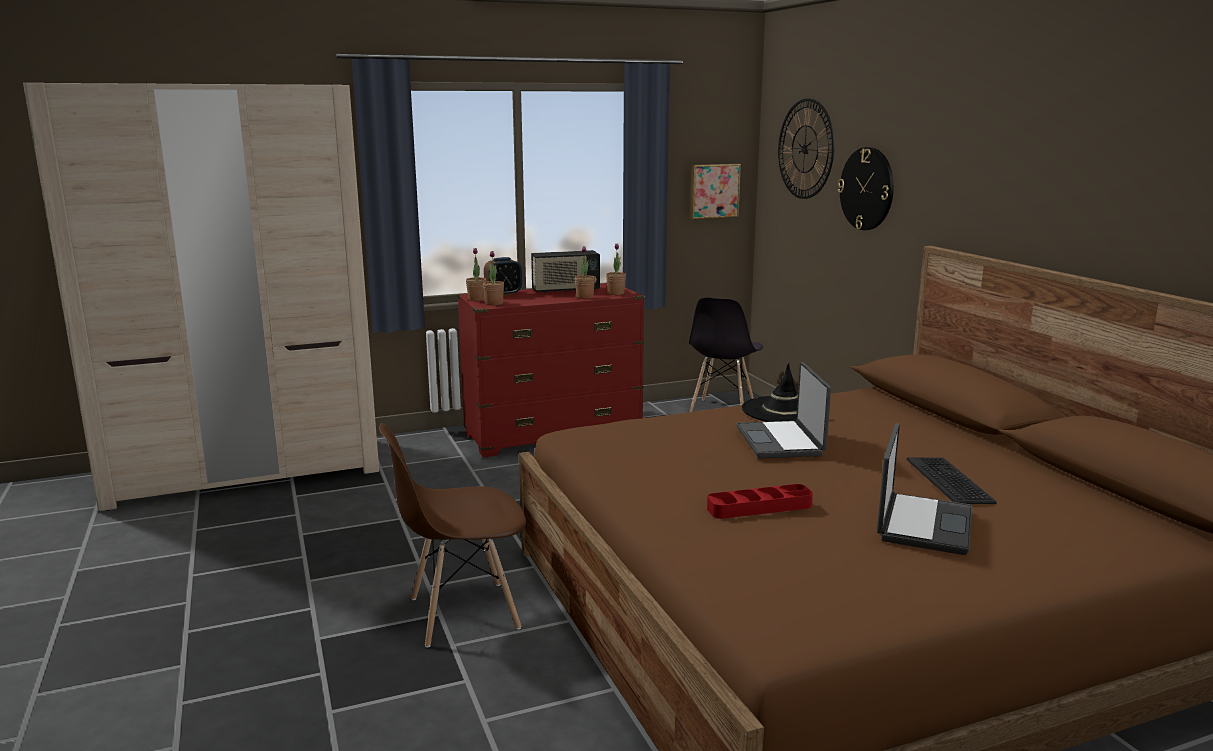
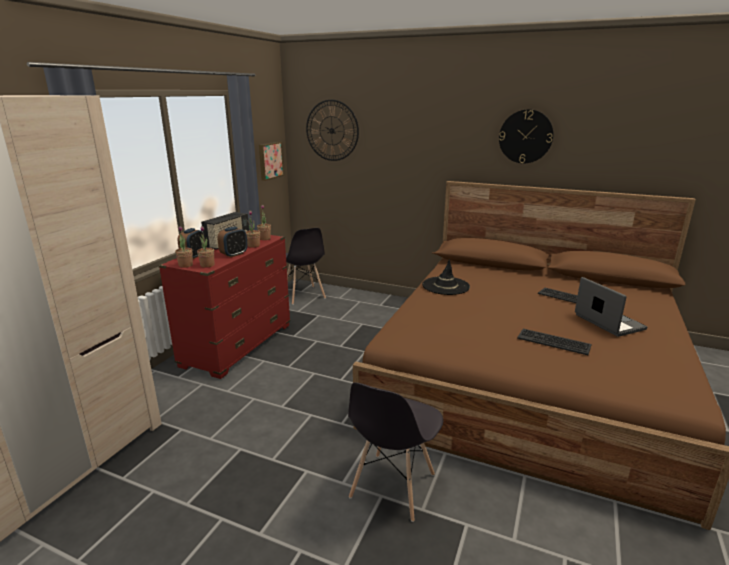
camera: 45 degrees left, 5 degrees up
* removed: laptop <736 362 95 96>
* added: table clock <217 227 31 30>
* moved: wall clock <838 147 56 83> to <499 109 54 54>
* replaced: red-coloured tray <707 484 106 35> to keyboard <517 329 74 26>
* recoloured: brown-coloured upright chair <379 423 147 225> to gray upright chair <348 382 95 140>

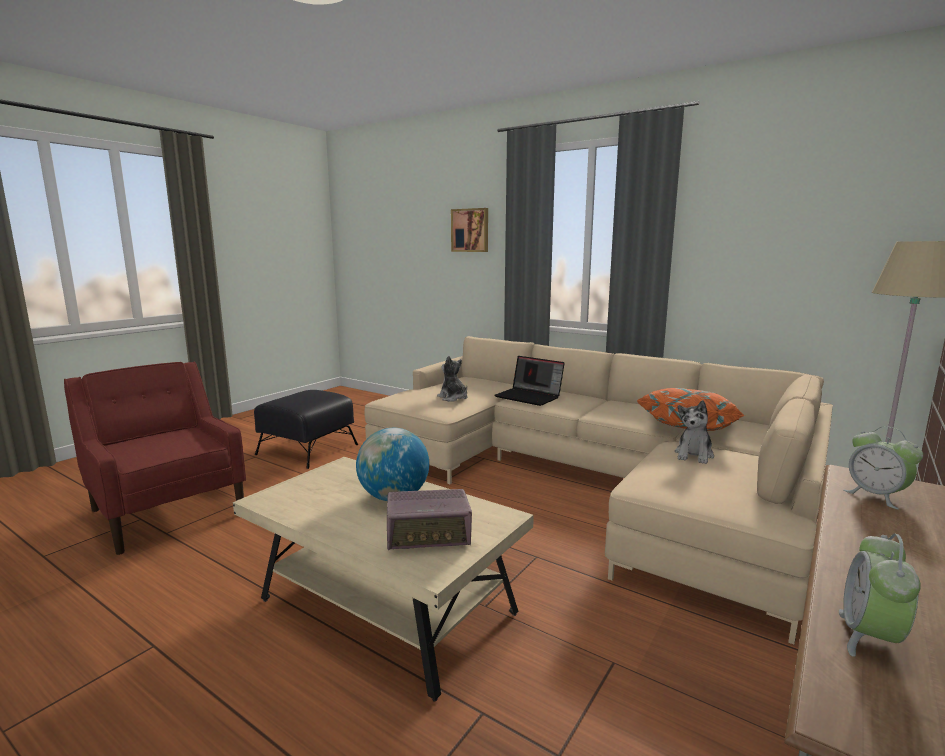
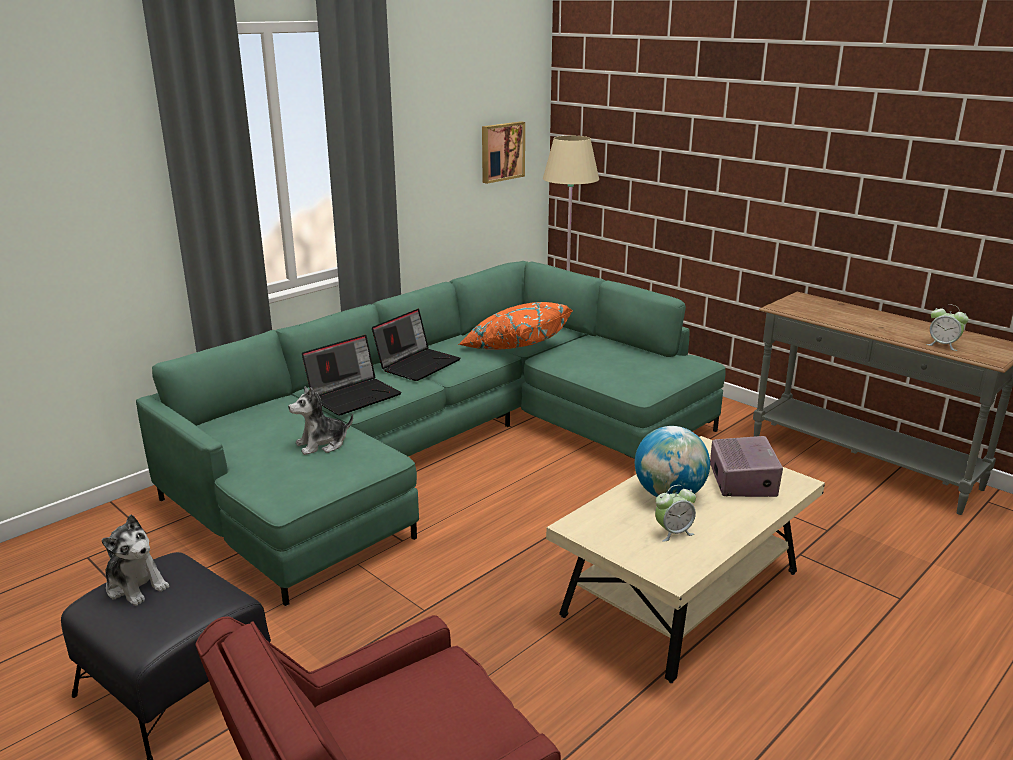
camera: 80 degrees left, 10 degrees up
* added: laptop <372 309 89 72>
* moved: wall picture <451 208 37 44> to <482 121 43 63>
* moved: plush toy <675 400 39 64> to <102 514 67 92>
* moved: table clock <843 426 80 84> to <655 485 41 57>
* recoloured: sand-coloured settee <364 336 469 308> to green settee <136 261 589 345>

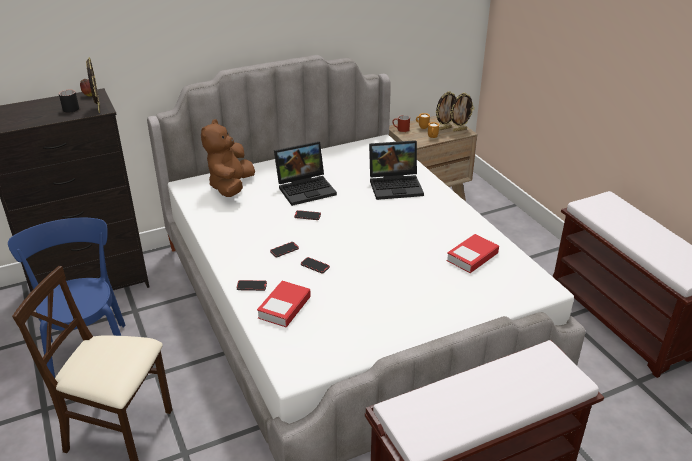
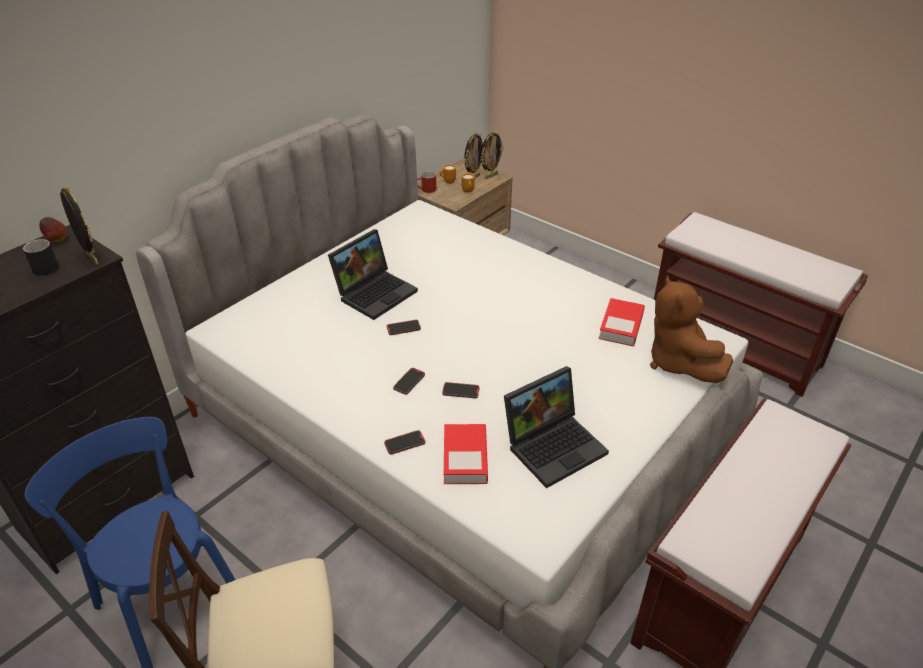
camera: 25 degrees left, 5 degrees up
* moved: brown-coloured plush toy <201 119 54 78> to <650 275 83 108>
* moved: laptop <369 140 55 60> to <504 366 105 122>

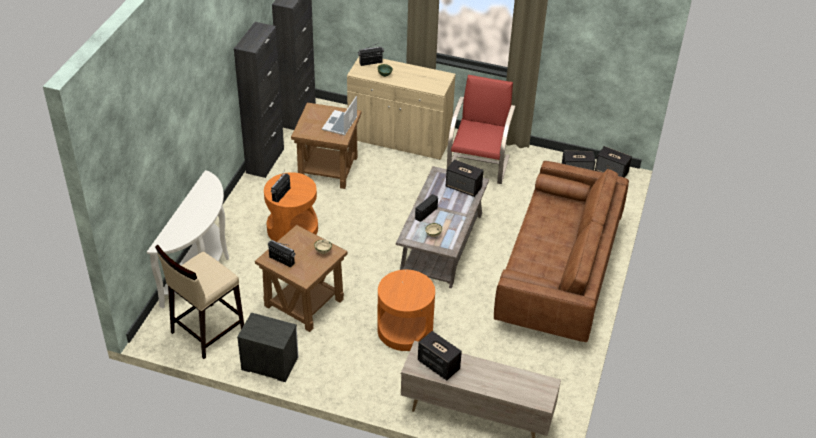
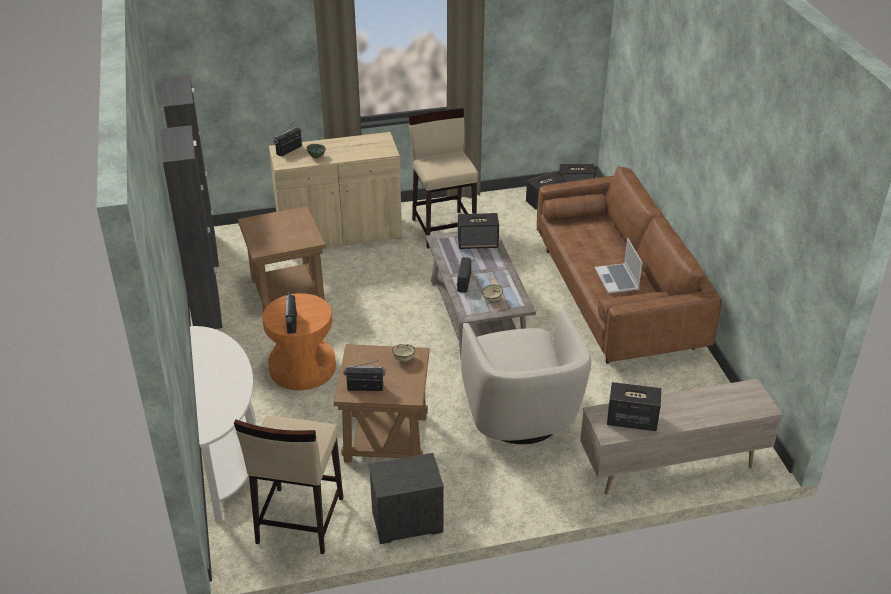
camera: 30 degrees left, 5 degrees down
* moved: laptop <322 96 35 39> to <595 238 47 56>
* replaced: orangey accent table <377 270 58 81> to sand-coloured armchair <461 309 130 135>
* replaced: red-coloured armchair <447 75 68 109> to sand-coloured sitting stool <409 108 69 141>

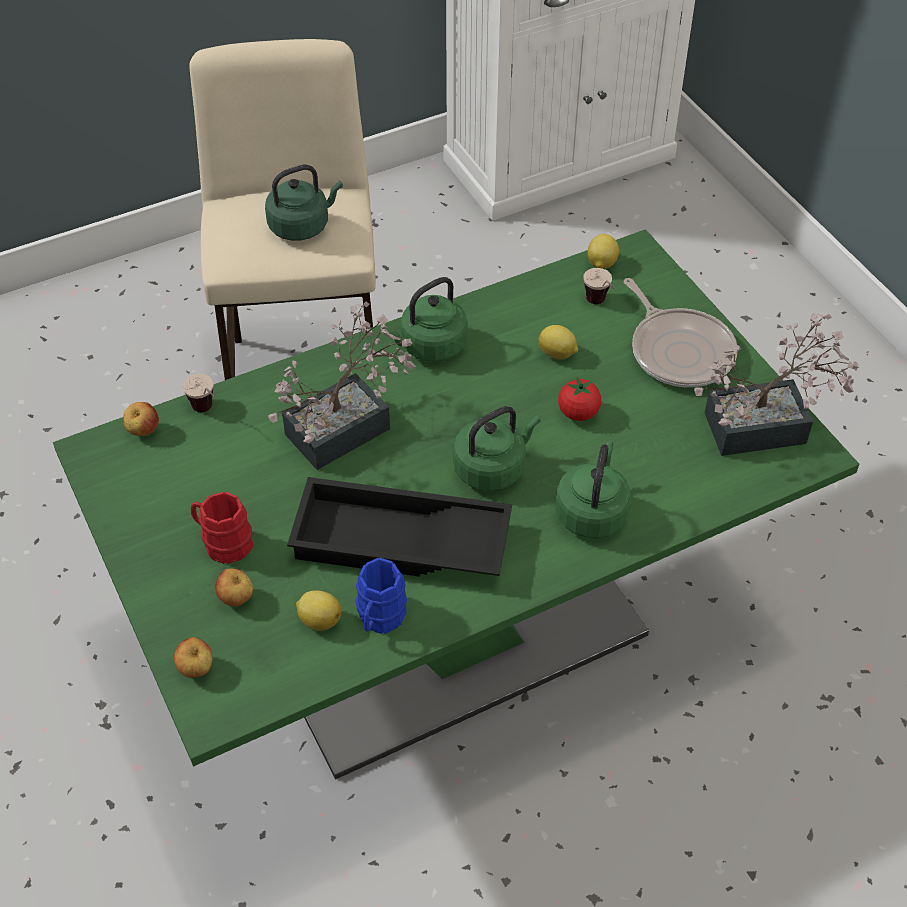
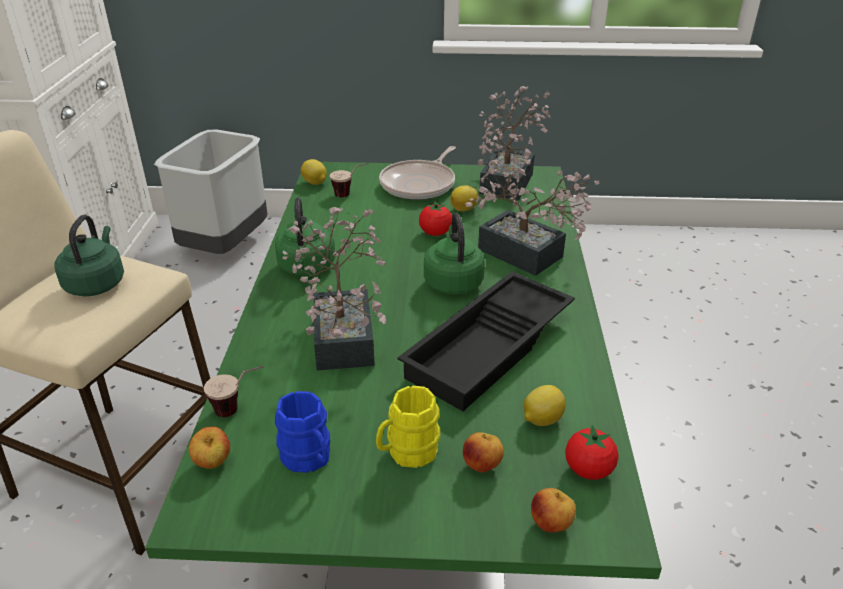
camera: 60 degrees left, 15 degrees down
* added: gray trash can <154 130 113 124>
* added: whole tomato <565 425 54 55>
* moved: blue coffee mug <356 558 51 76> to <275 391 55 82>
* moved: whole lemon <538 325 40 34> to <450 185 28 26>
* replaced: green water kettle <556 441 75 97> to houseplant <465 168 135 108>
* recoloured: red-coloured coffee mug <191 492 62 72> to yellow-coloured coffee mug <376 386 65 82>
* turned: frying pan <624 278 113 109> = <379 146 77 54> 120 degrees clockwise

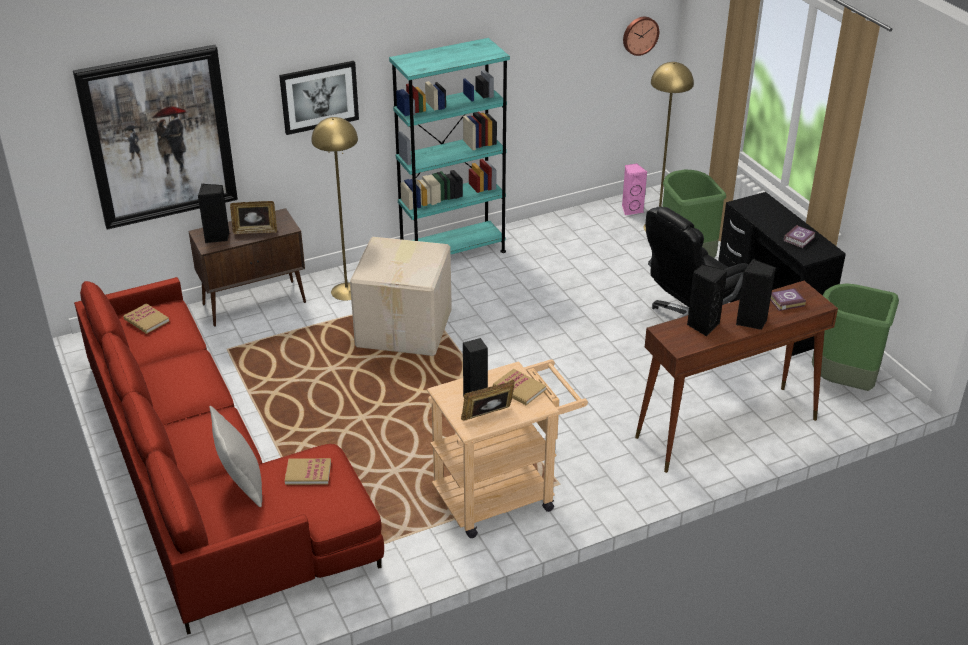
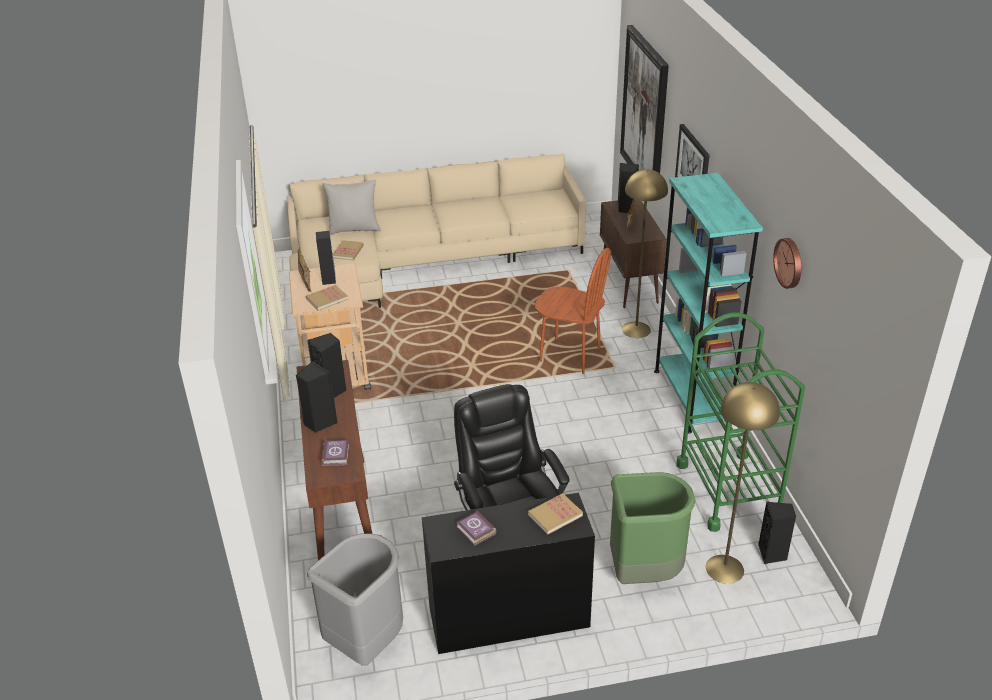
camera: 105 degrees right, 0 degrees up
* added: green wheeled cart <676 312 129 220>
* moved: book <123 303 46 31> to <528 493 55 42>
* moved: wall clock <623 17 36 39> to <773 238 28 51>
* replaced: cardboard box <350 237 102 119> to brown-coloured upright chair <535 248 76 126>
* recoloured: red-coloured settee <74 277 310 358> to sand-coloured settee <287 153 299 155>
* recoloured: pink-coloured loudspeaker <622 163 25 52> to black loudspeaker <758 501 38 63>
* recoloured: green trash can <812 283 87 108> to gray trash can <307 533 96 133>

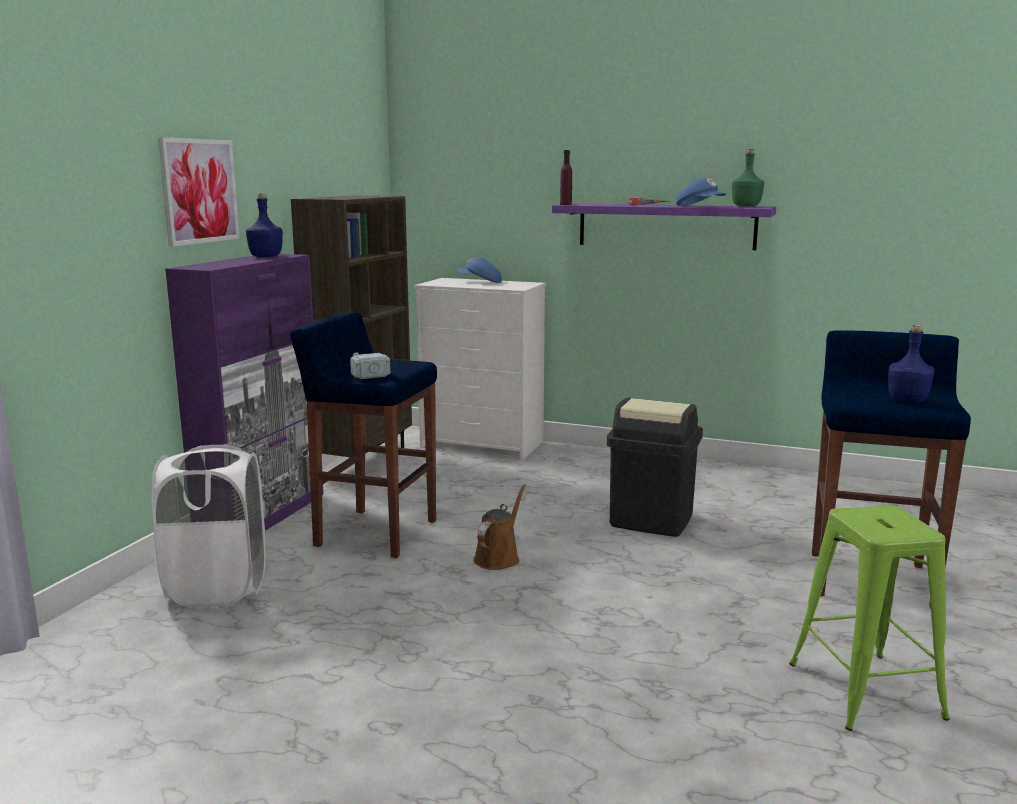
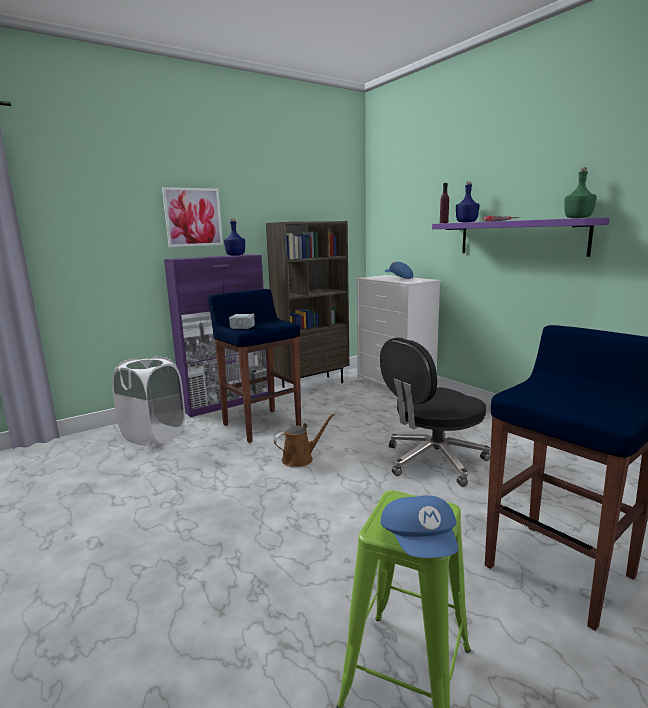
camera: 35 degrees right, 0 degrees up
* moved: blue cap <676 178 50 28> to <381 495 77 63>
* moved: blue drink bottle <888 325 46 78> to <456 182 24 40>
* replaced: black trash can <607 398 96 139> to black office chair <380 337 110 150>

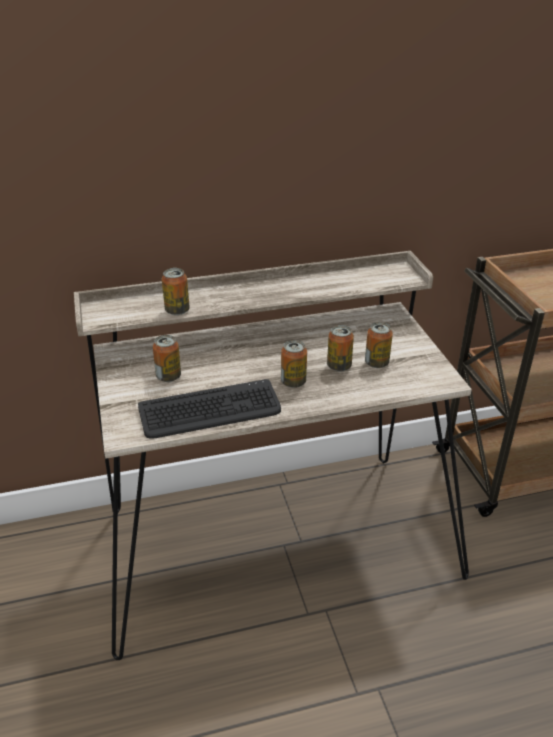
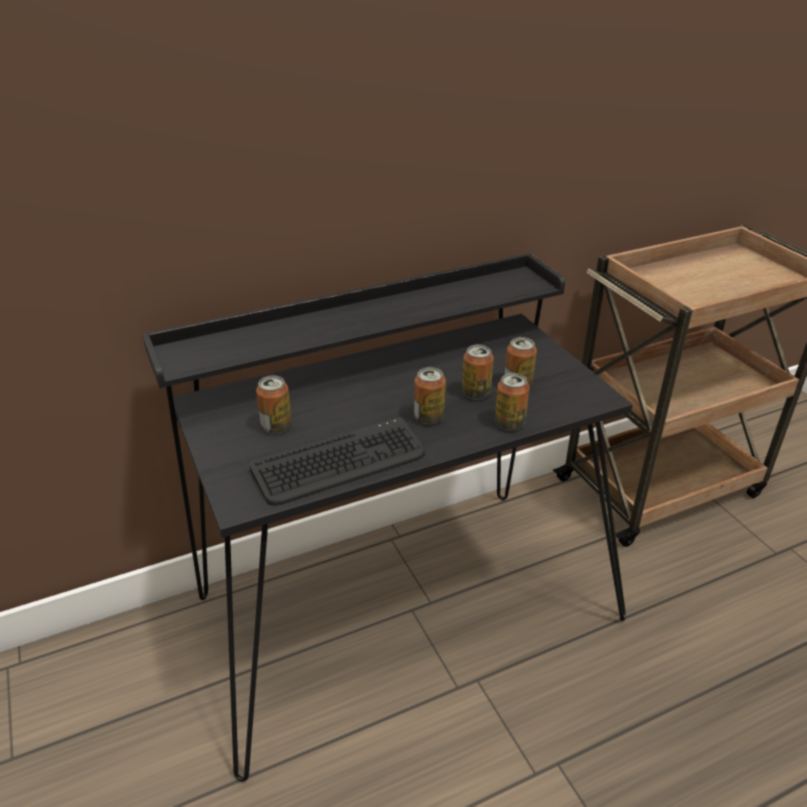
camera: 10 degrees left, 0 degrees up
* moved: can <162 268 28 47> to <495 373 34 57>
* recoloured: sand-coloured desk unit <74 251 398 409> to black desk unit <142 253 490 529>

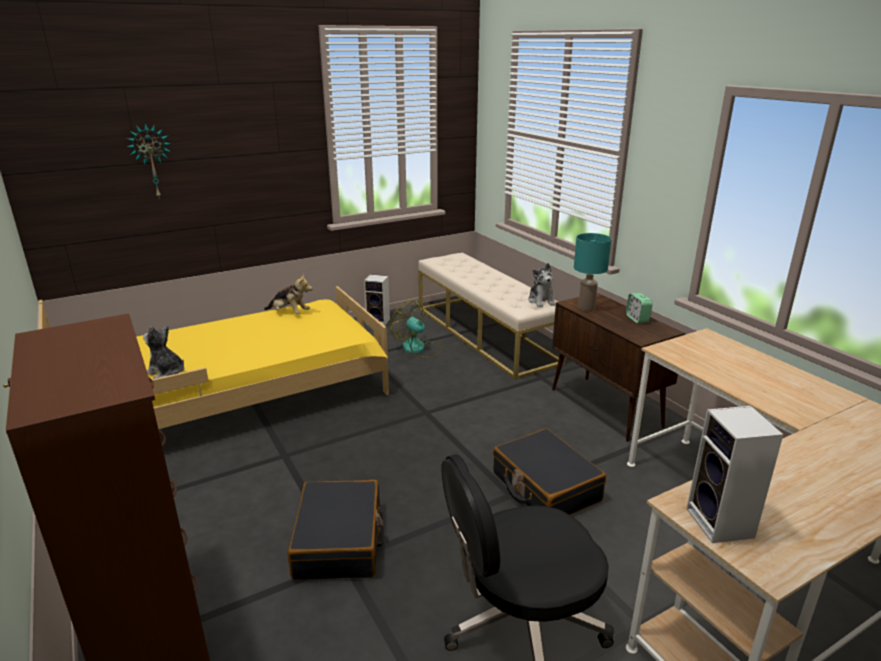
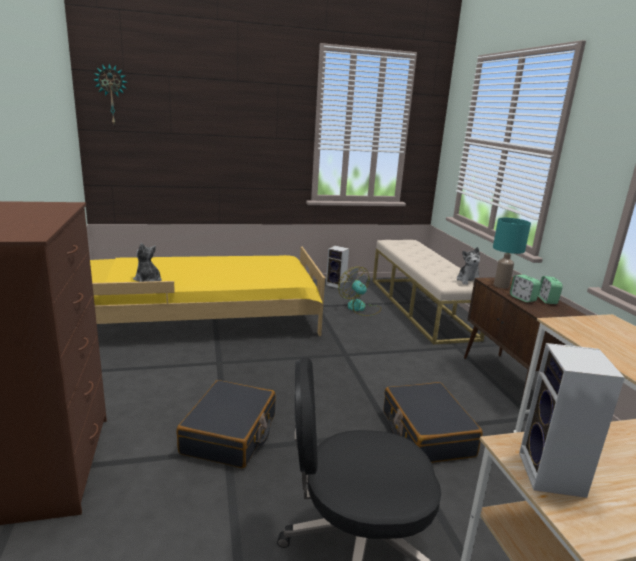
camera: 15 degrees right, 5 degrees down
* removed: plush toy <264 275 49 39>
* added: table clock <510 275 31 27>
* moved: wall clock <126 124 45 73> to <94 64 33 60>

